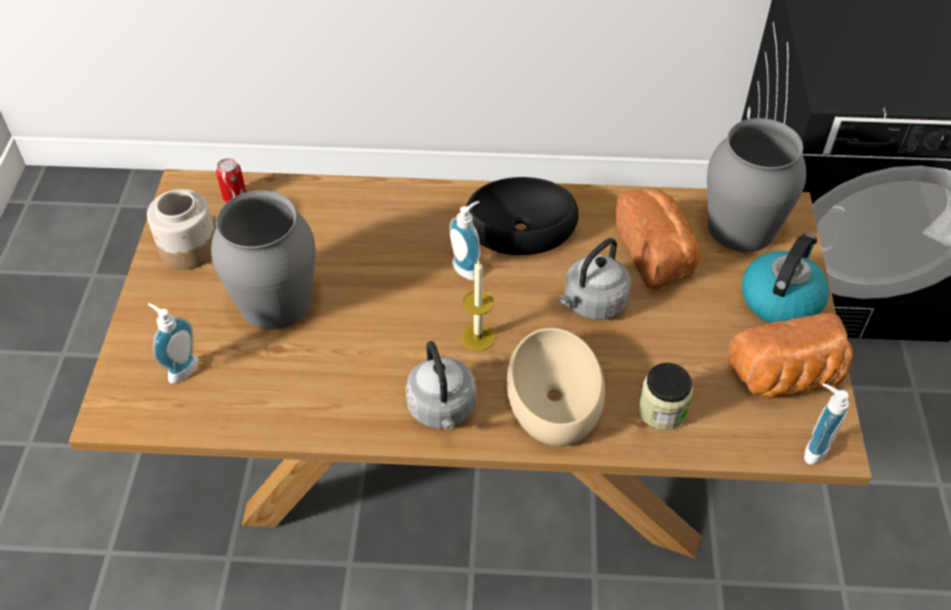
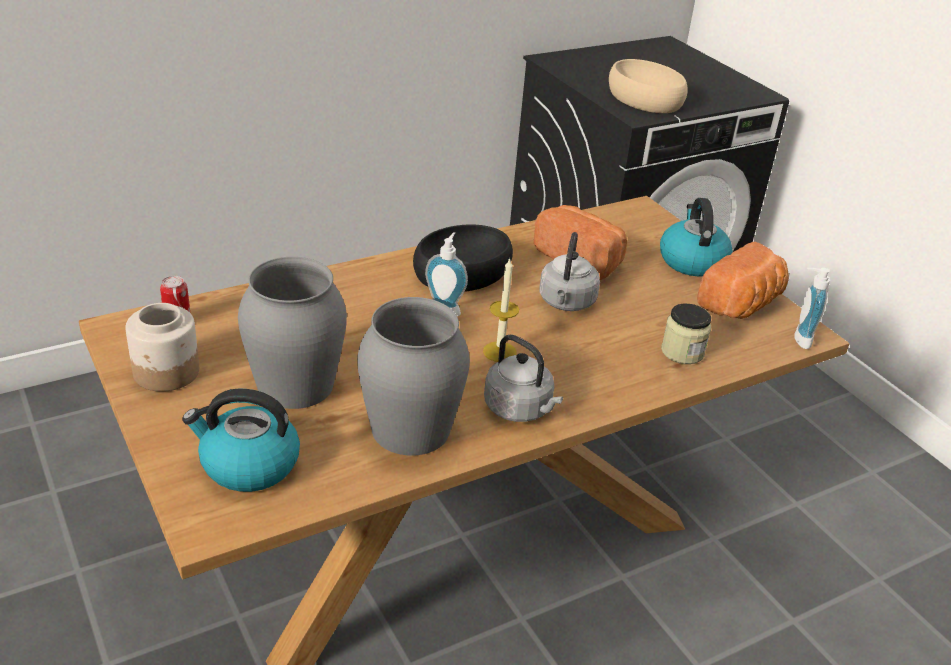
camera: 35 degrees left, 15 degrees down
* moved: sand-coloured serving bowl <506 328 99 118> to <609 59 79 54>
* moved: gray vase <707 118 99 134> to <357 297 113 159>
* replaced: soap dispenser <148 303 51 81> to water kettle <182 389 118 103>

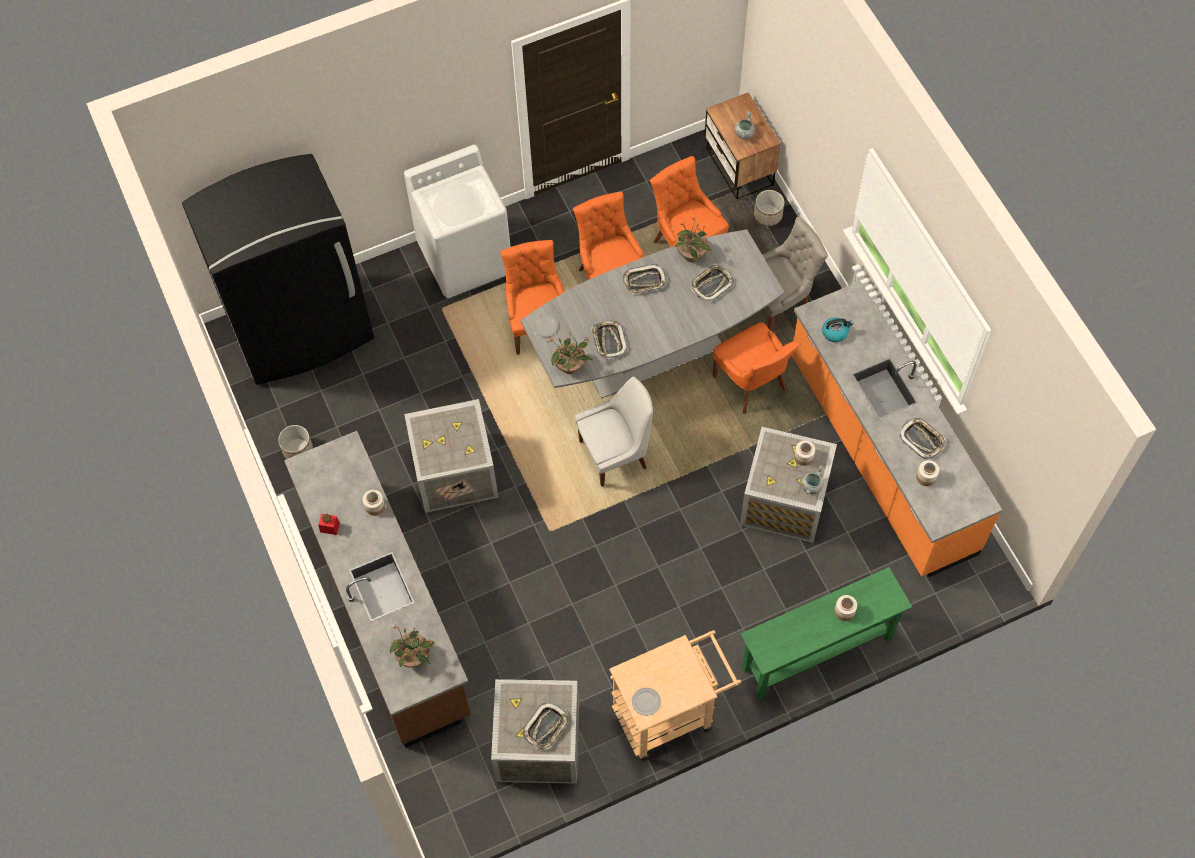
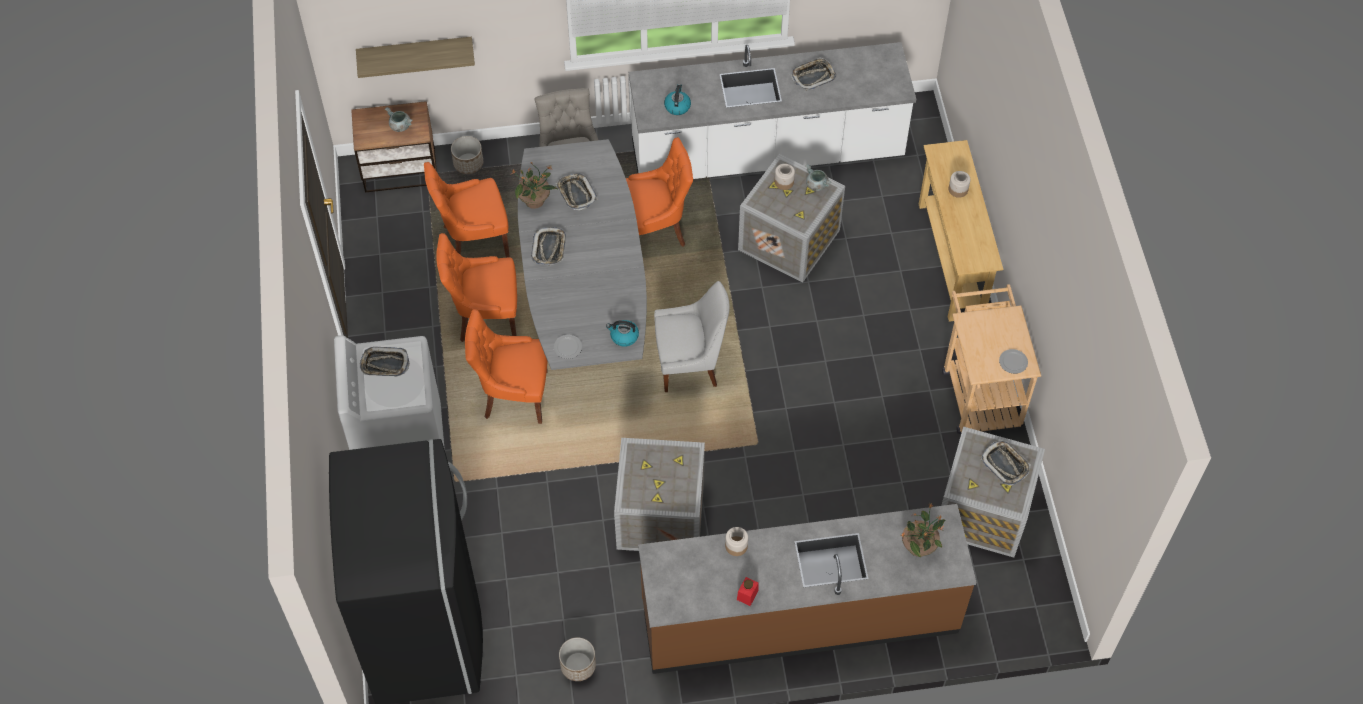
camera: 75 degrees left, 5 degrees down
* removed: storage jar <916 460 23 26>
* added: wall shelf <356 37 119 41>
* moved: tray <591 321 37 38> to <360 347 50 30>
* replaced: houseplant <548 332 45 42> to water kettle <606 320 33 27>
* recoloured: green narrow table <741 567 171 133> to sand-coloured narrow table <919 140 84 182>
* recoloured: orangey kitchen base unit <792 281 210 296> to white kitchen base unit <629 42 287 137>
* turned: white upright chair <575 377 78 110> = <654 281 76 111> 90 degrees clockwise

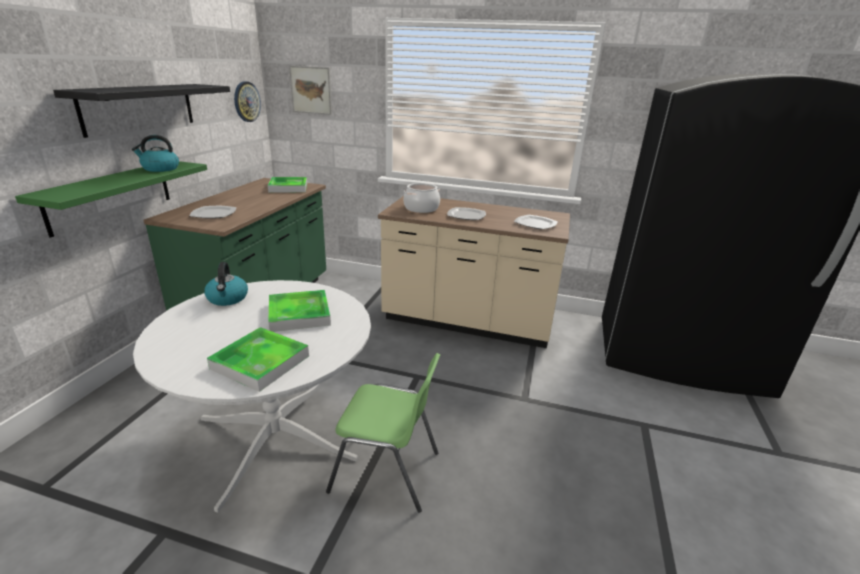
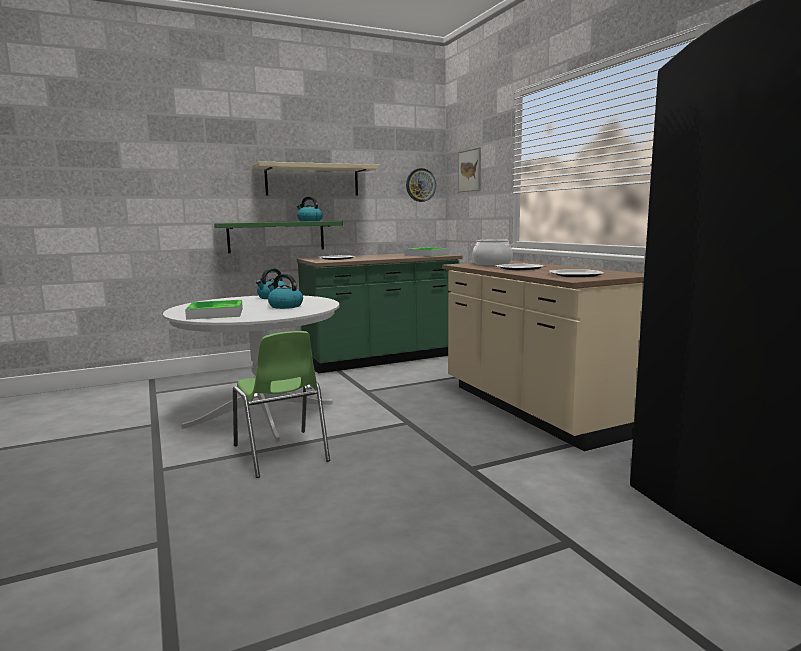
camera: 50 degrees right, 15 degrees down
* replaced: tray <268 290 63 42> to water kettle <268 274 35 35>
* recoloured: black wall shelf <53 84 177 54> to sand-coloured wall shelf <253 161 126 35>

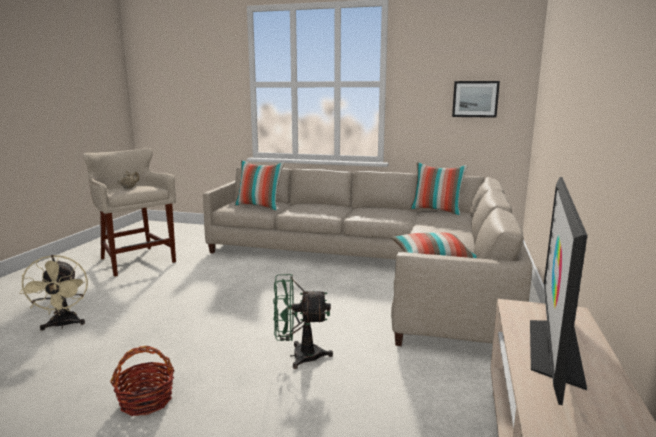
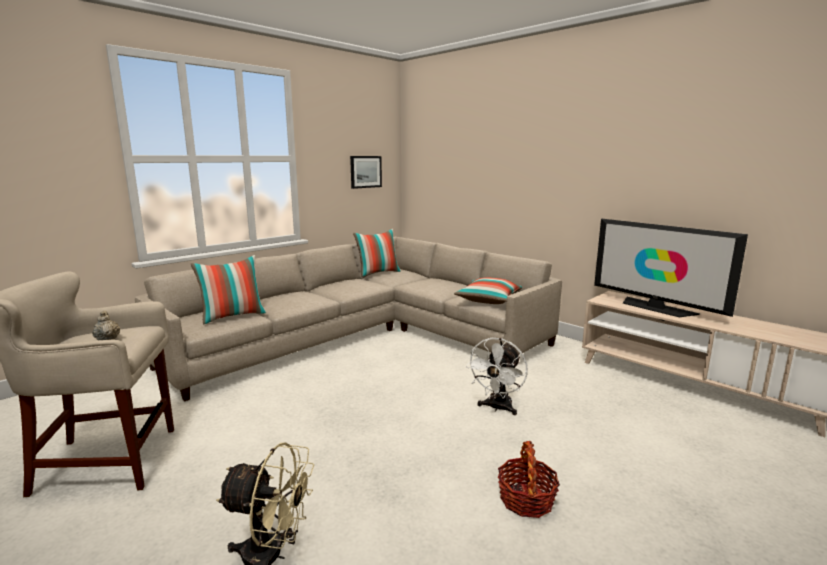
camera: 60 degrees left, 0 degrees up
* recoloured: green fan <273 274 60 95> to white fan <466 338 62 77>

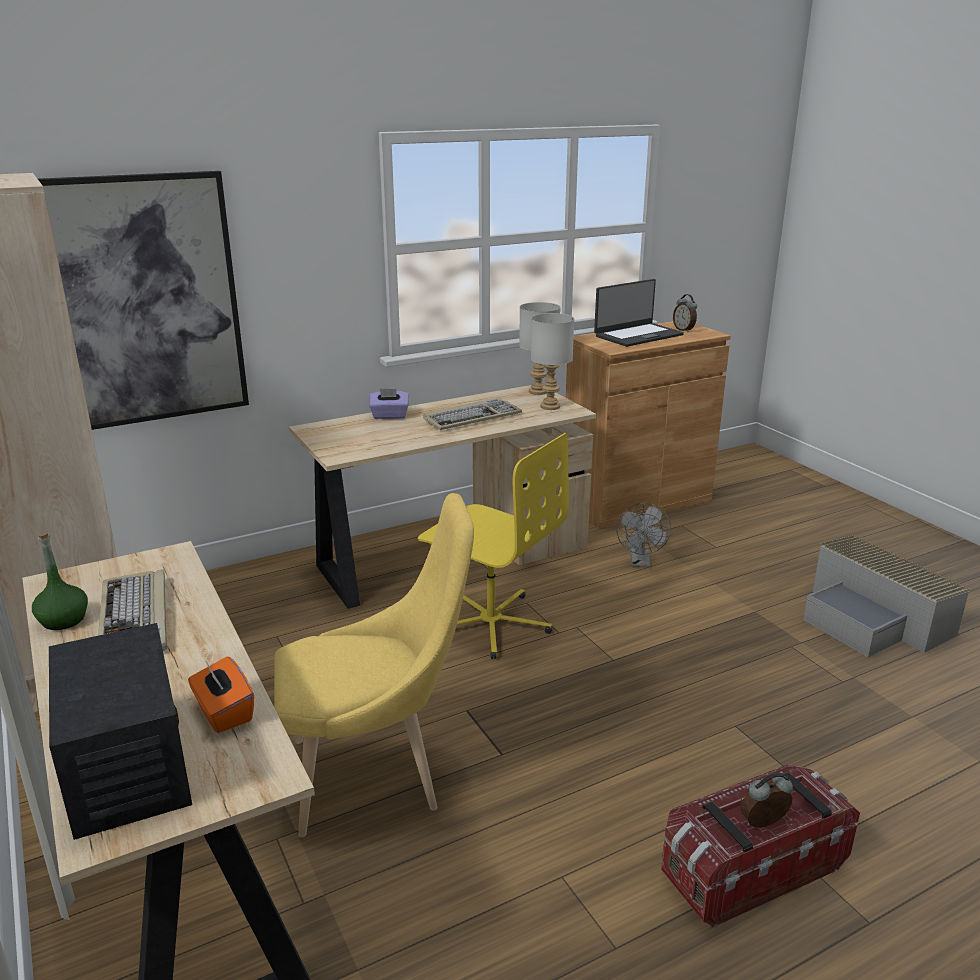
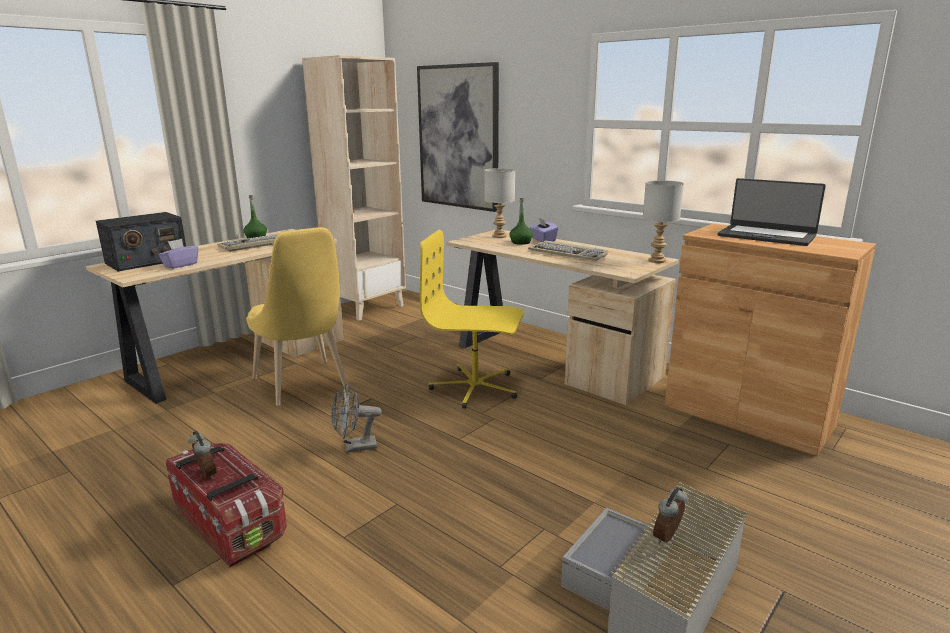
camera: 70 degrees right, 5 degrees down
* added: green drink bottle <509 198 24 47>
* moved: gray lamp for a table <531 313 43 97> to <484 168 31 70>
* moved: gray fan <616 503 55 64> to <331 384 51 69>
* moved: table clock <673 294 24 38> to <653 487 35 57>
* recoloured: orangey tissue holder <188 657 66 76> to purple-coloured tissue holder <158 239 40 30>
* turned: yellow-coloured office chair <418 433 151 226> = <420 230 104 179> 90 degrees clockwise

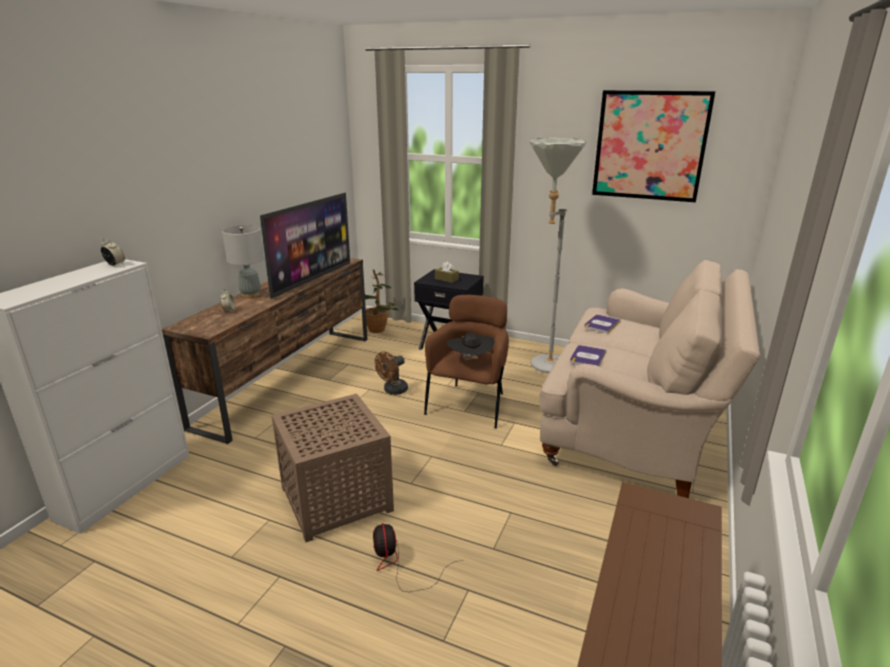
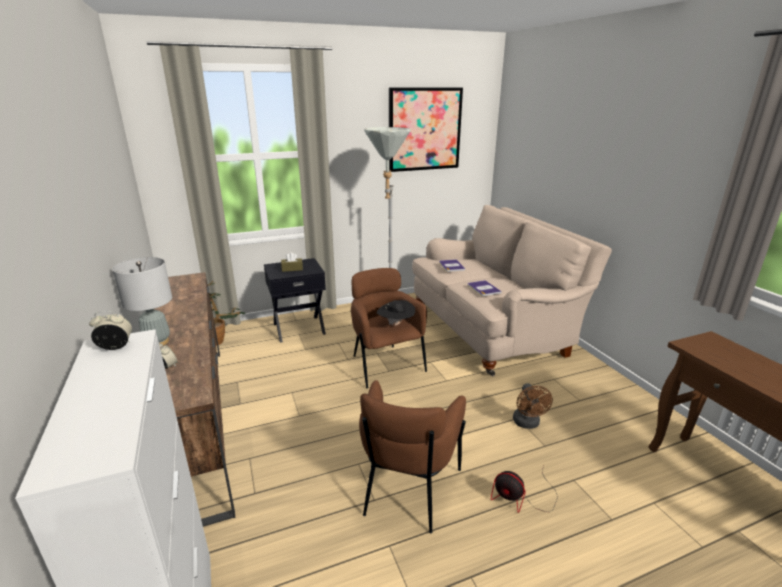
camera: 45 degrees left, 0 degrees up
* removed: TV set <260 193 90 106>
* moved: brown-coloured fan <374 352 34 43> to <513 383 40 46>
* replaced: brown-coloured accent table <272 394 122 148> to brown-coloured armchair <359 380 107 153>

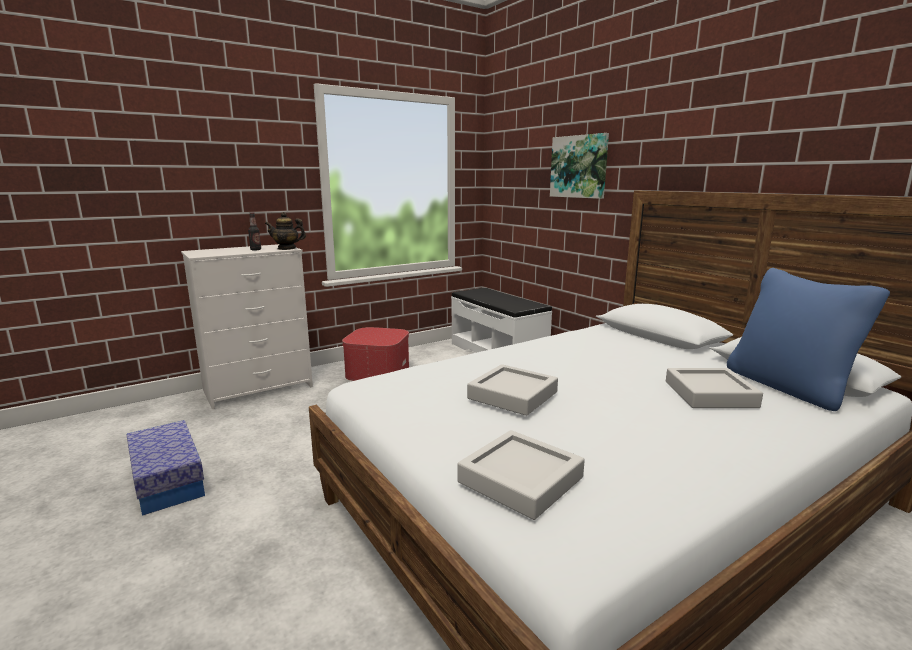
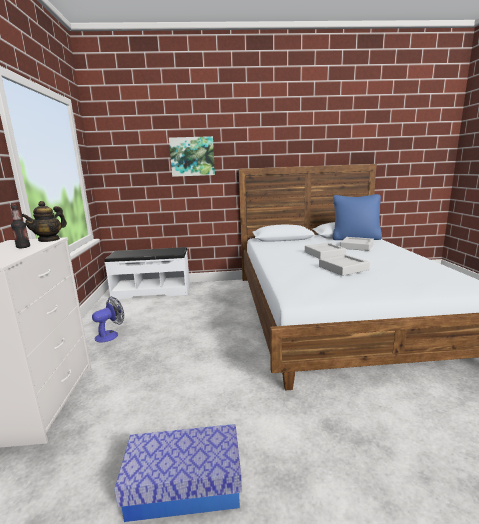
camera: 60 degrees left, 0 degrees up
* moved: gray tray <457 430 128 90> to <305 243 41 16>
* replaced: pouffe <342 327 67 54> to fan <92 297 32 46>

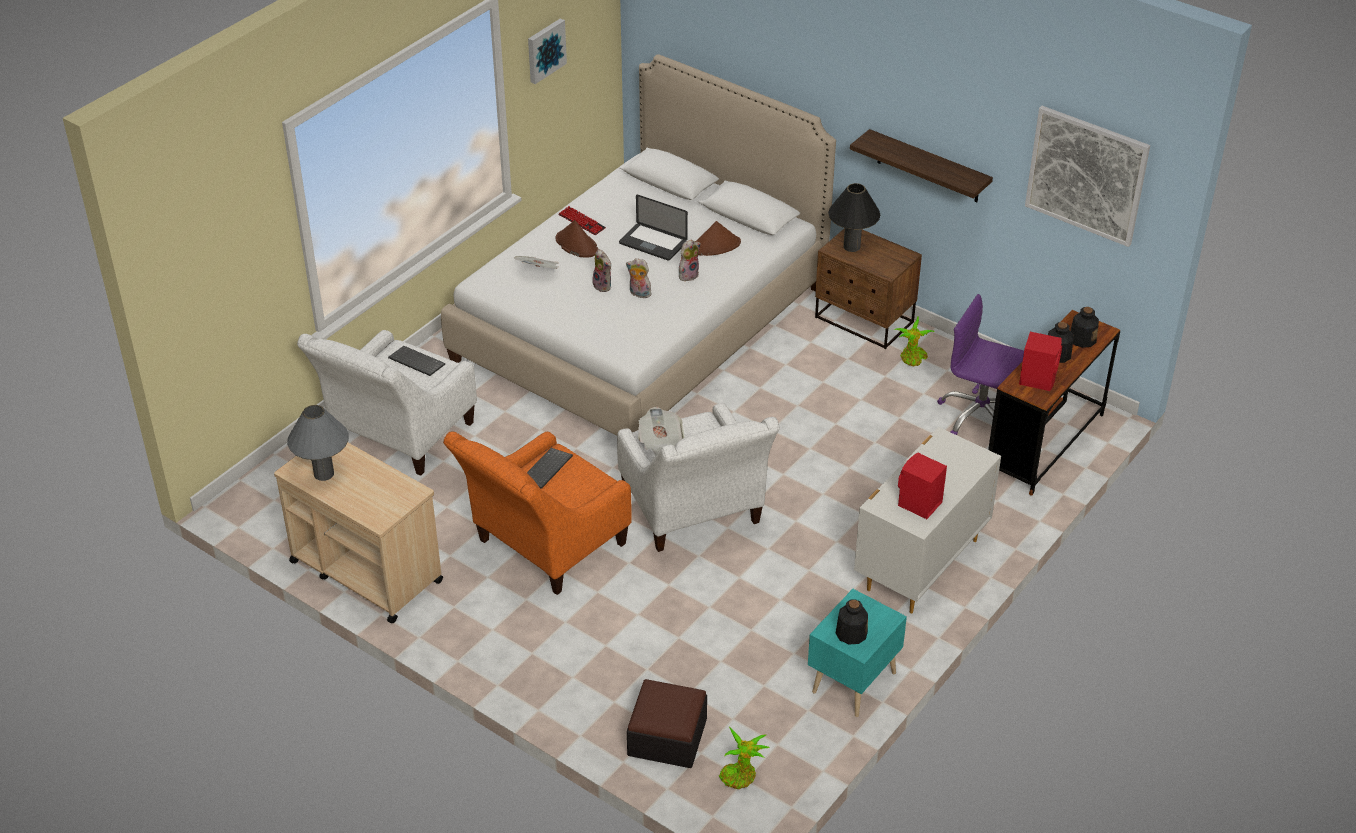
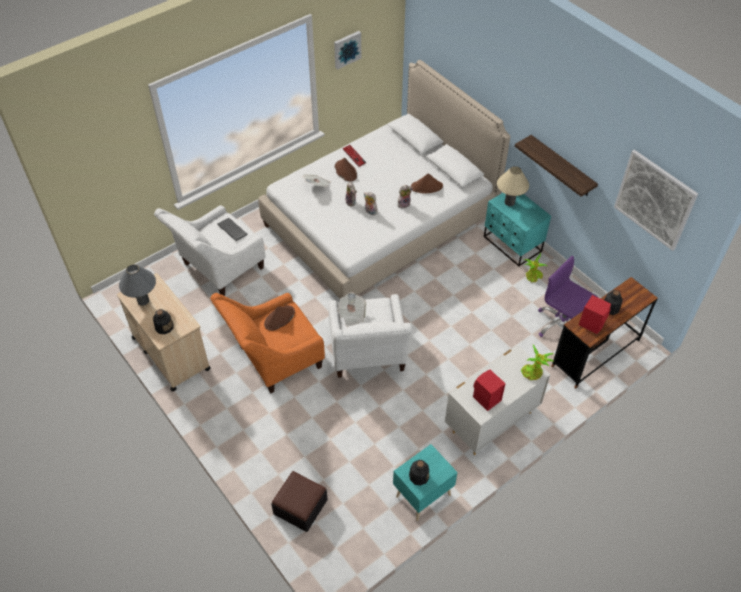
camera: 15 degrees right, 10 degrees up
* removed: laptop <619 194 69 67>
* moved: houseplant <719 726 51 63> to <521 345 33 35>
* moved: drink bottle <1070 307 29 41> to <153 309 21 25>
* replaced: keyboard <527 448 46 41> to brown-coloured hat <264 306 31 25>
* recoloured: brown-coloured bedside table <815 228 107 121> to turquoise bedside table <484 193 67 74>
* recoloured: black lamp for a table <828 183 52 69> to sand-coloured lamp for a table <497 166 32 40>

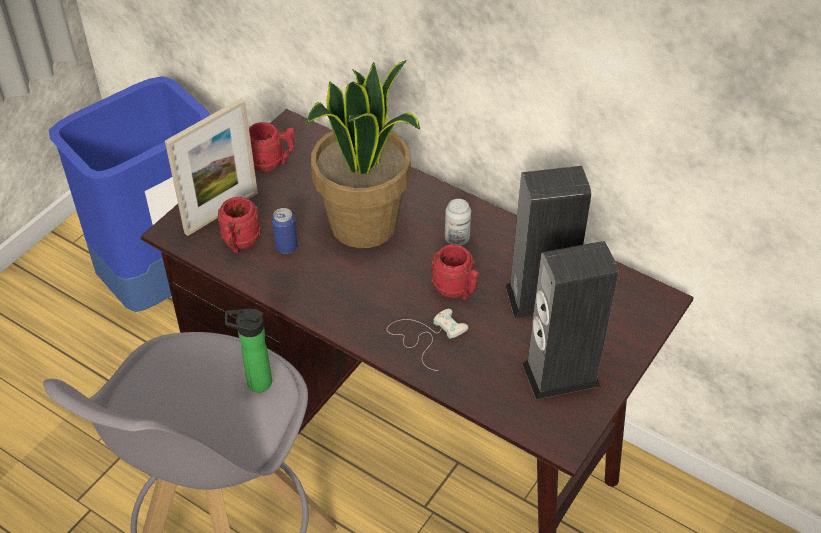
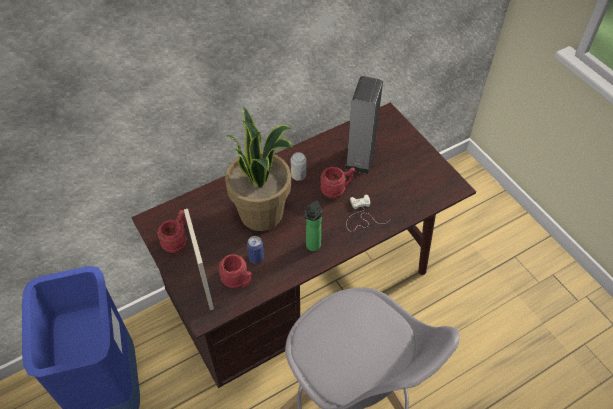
camera: 65 degrees left, 5 degrees up
* removed: loudspeaker <522 241 96 159>
* moved: drink bottle <225 309 47 83> to <304 201 18 50>

